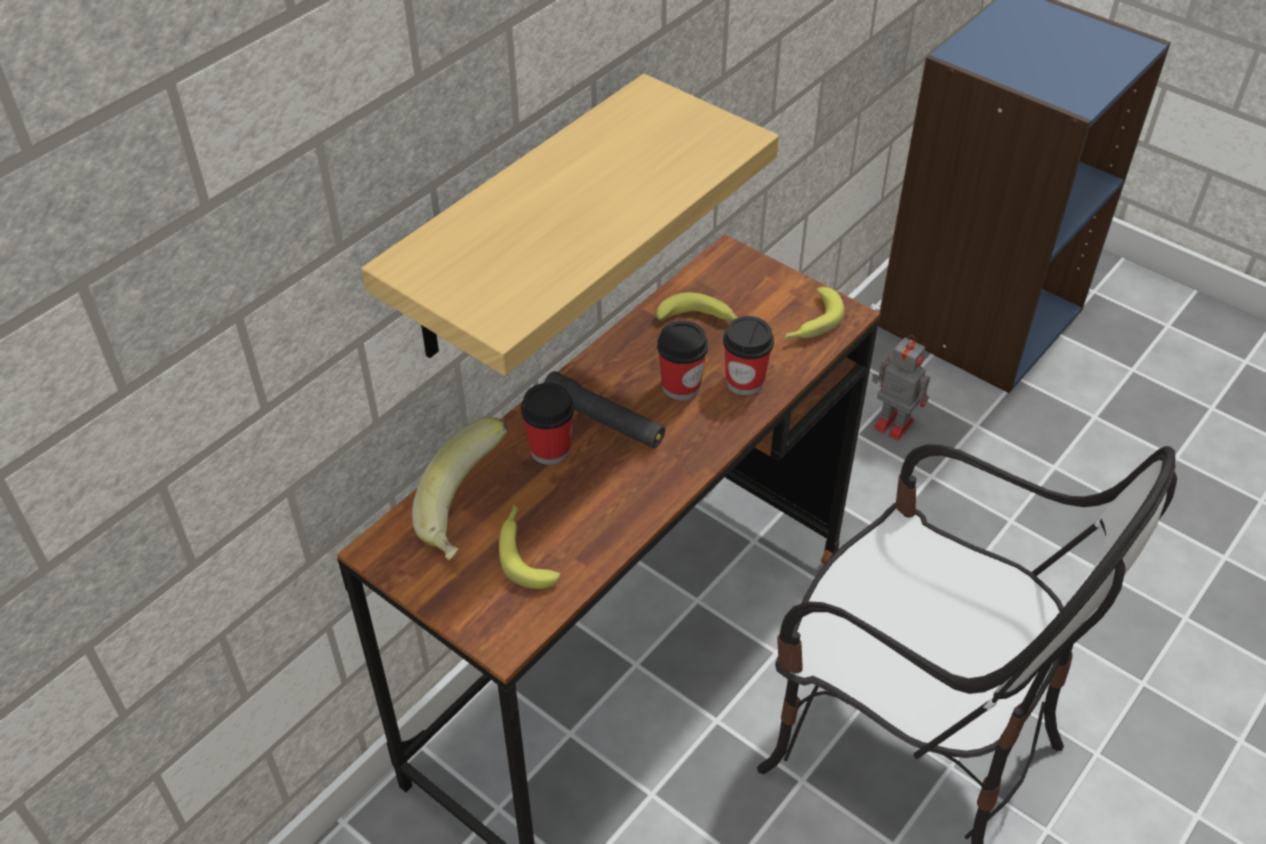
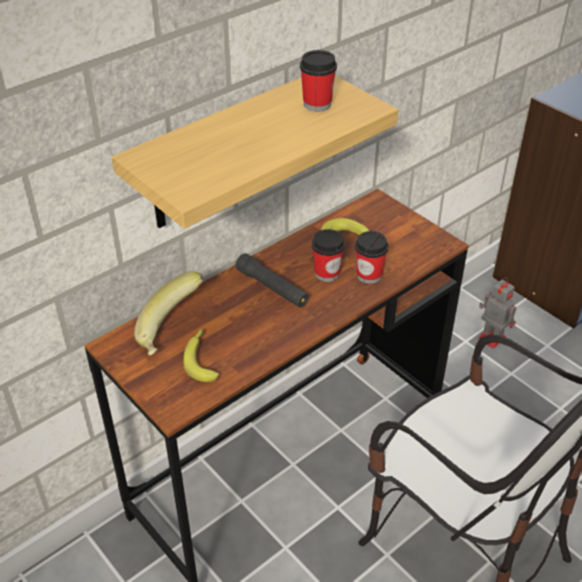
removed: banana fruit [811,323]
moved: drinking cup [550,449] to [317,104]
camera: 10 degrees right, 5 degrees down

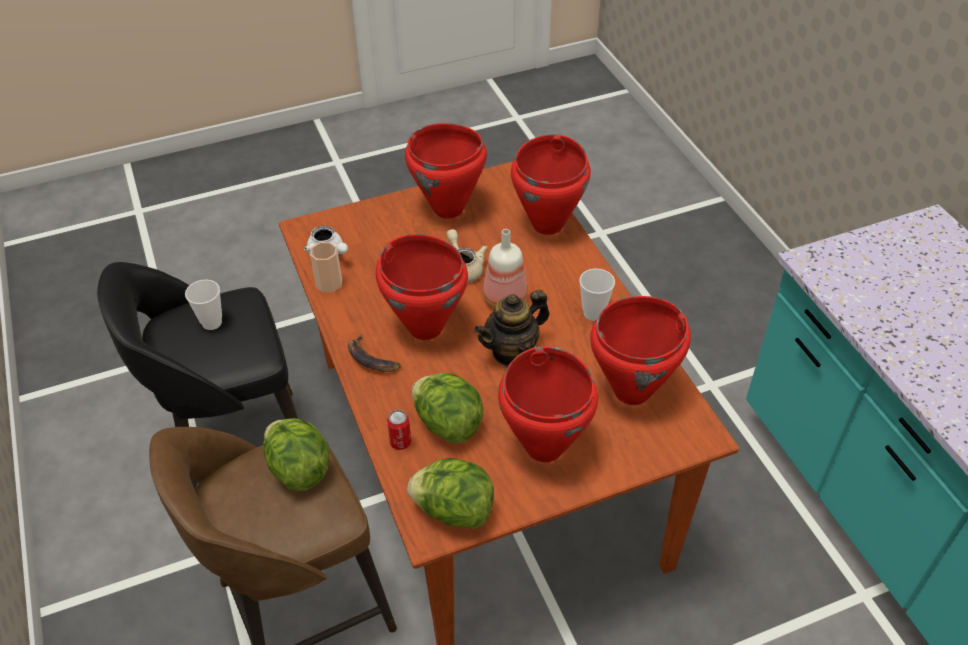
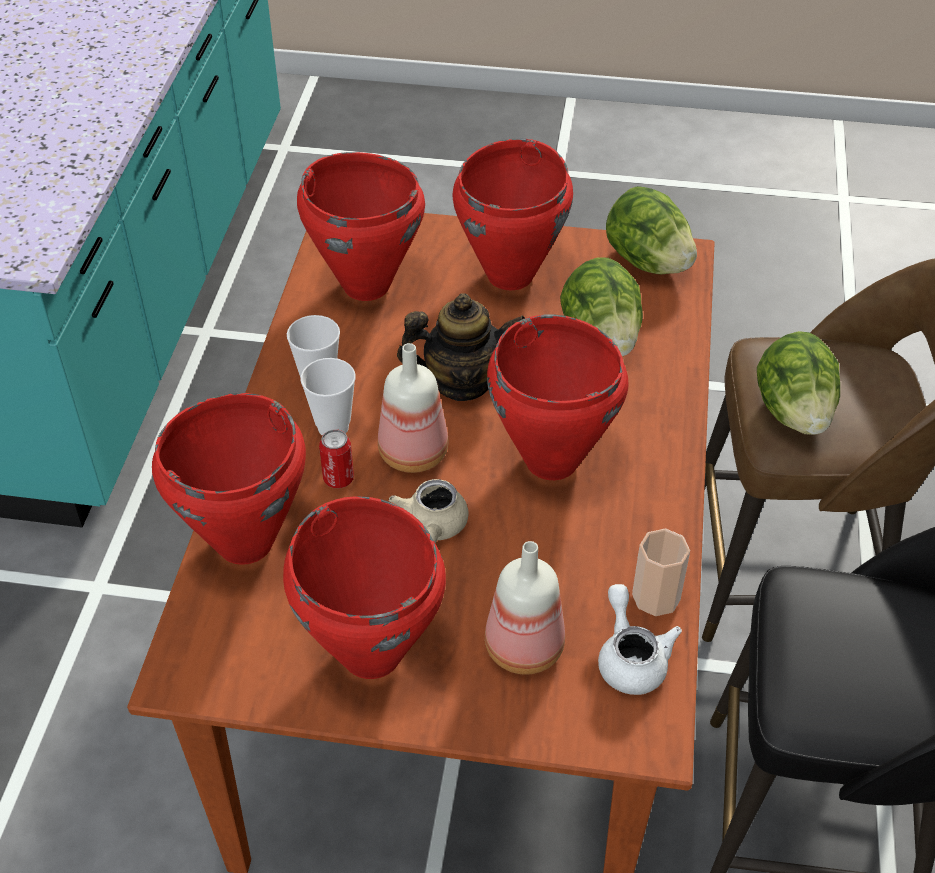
removed: banana fruit [371,359]
added: beverage bottle [521,647]
moved: drinking cup [212,322] to [333,427]; metal can [400,442] to [338,479]
camera: 150 degrees left, 0 degrees up

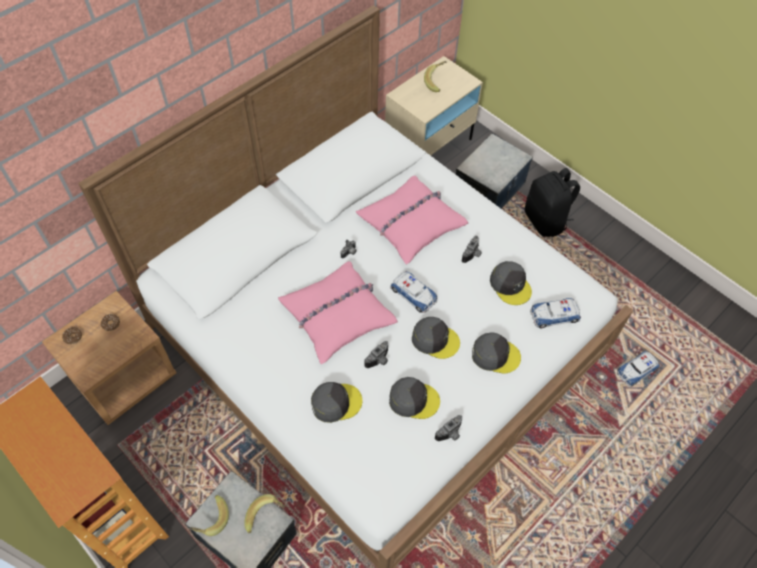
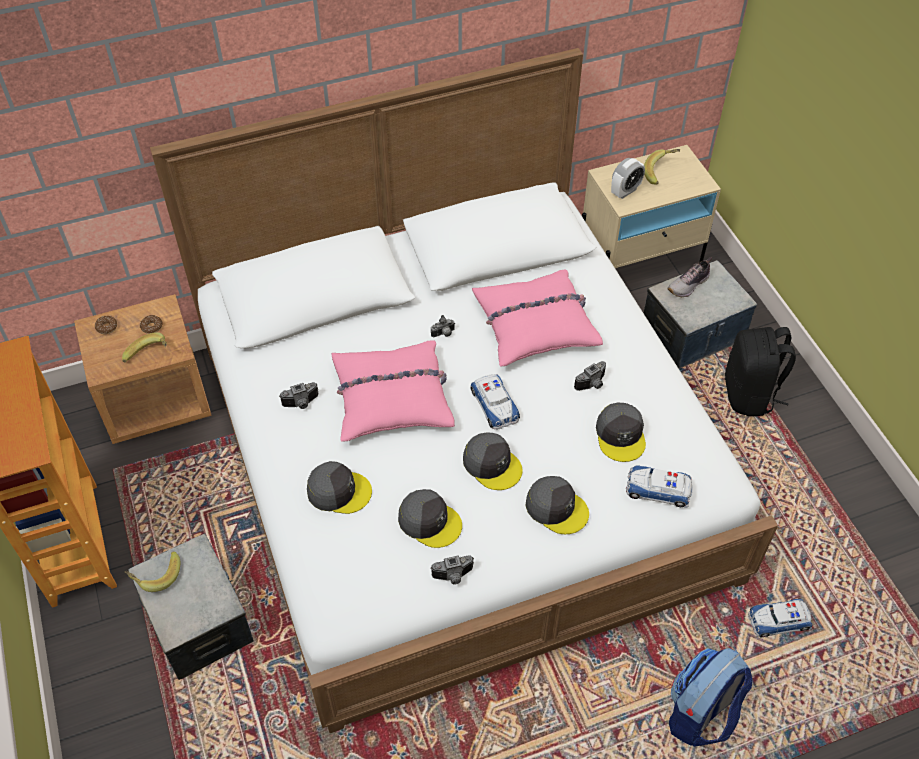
added: bedside clock [625,191]; item of footwear [689,285]; rucksack [700,714]
moved: still camera [379,360] to [301,404]; banana fruit [266,516] to [149,356]
camera: 25 degrees right, 5 degrees down

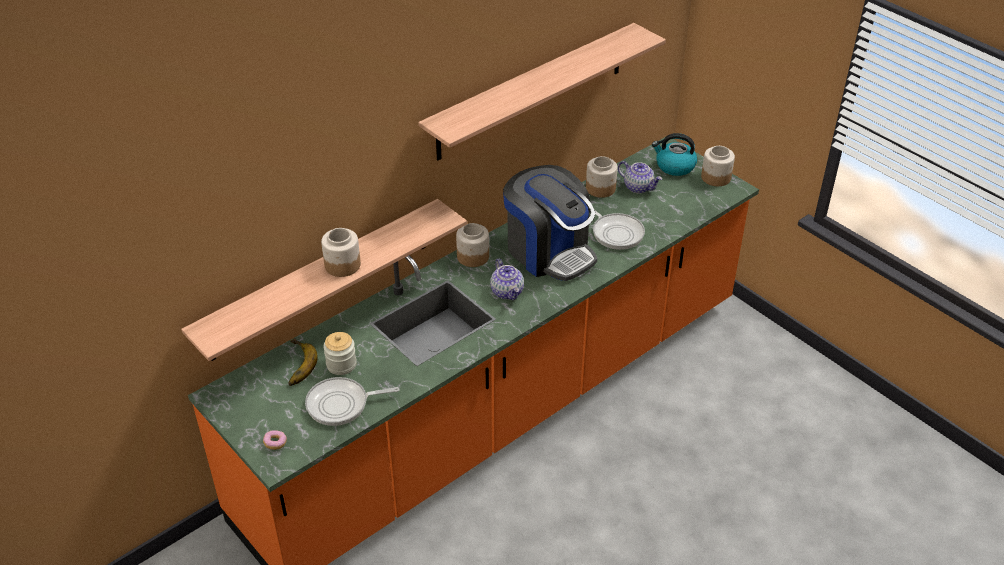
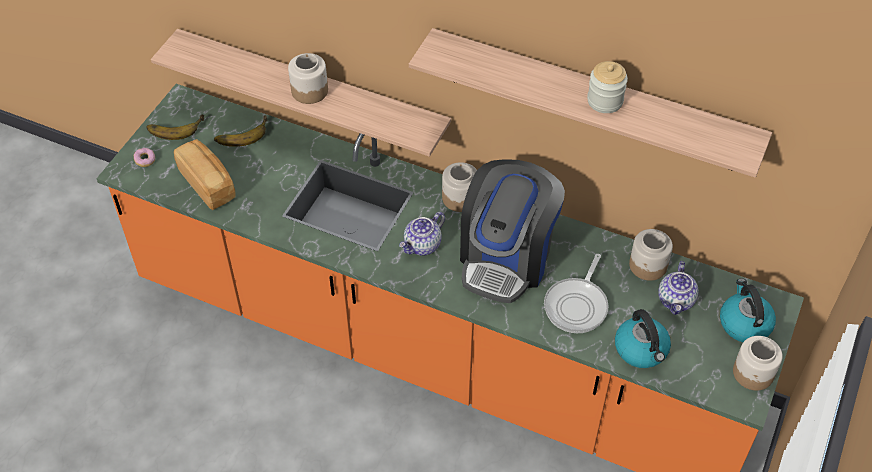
added: banana fruit [175,127]; tea kettle [641,350]
moved: preserve jar [341,364] to [605,101]
replaced: skillet [341,404] to baked bread [208,184]
camera: 65 degrees right, 10 degrees up

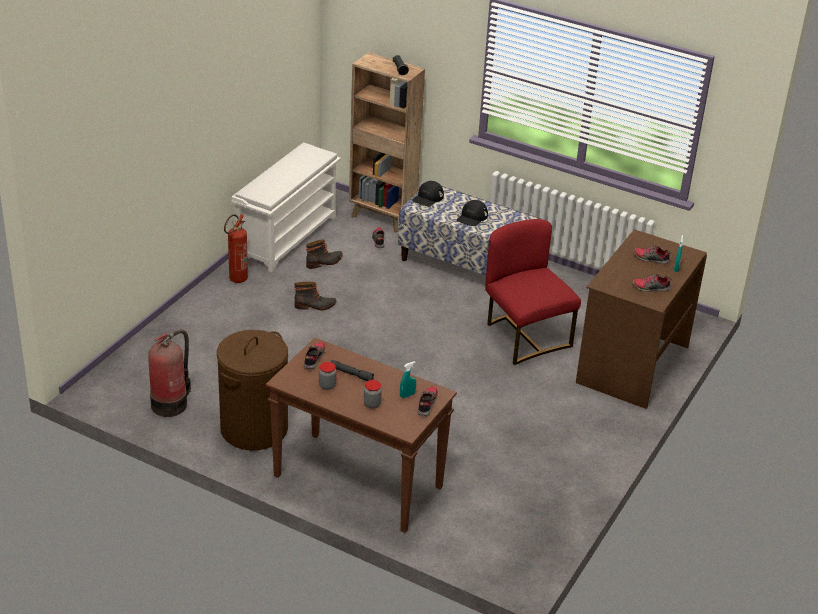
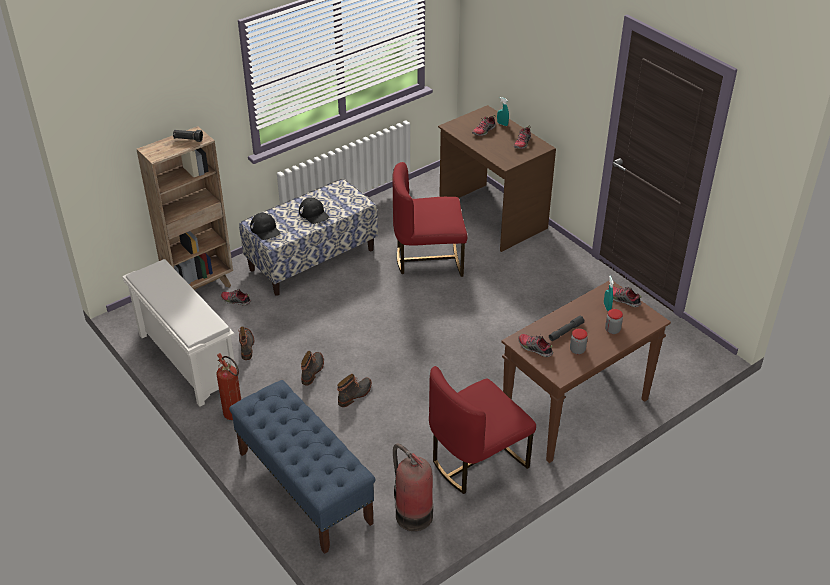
added: boot [355,394]; bluish bench [304,487]
replaced: brown-coloured laundry basket [254,428] to red upright chair [476,460]
camera: 65 degrees left, 5 degrees up

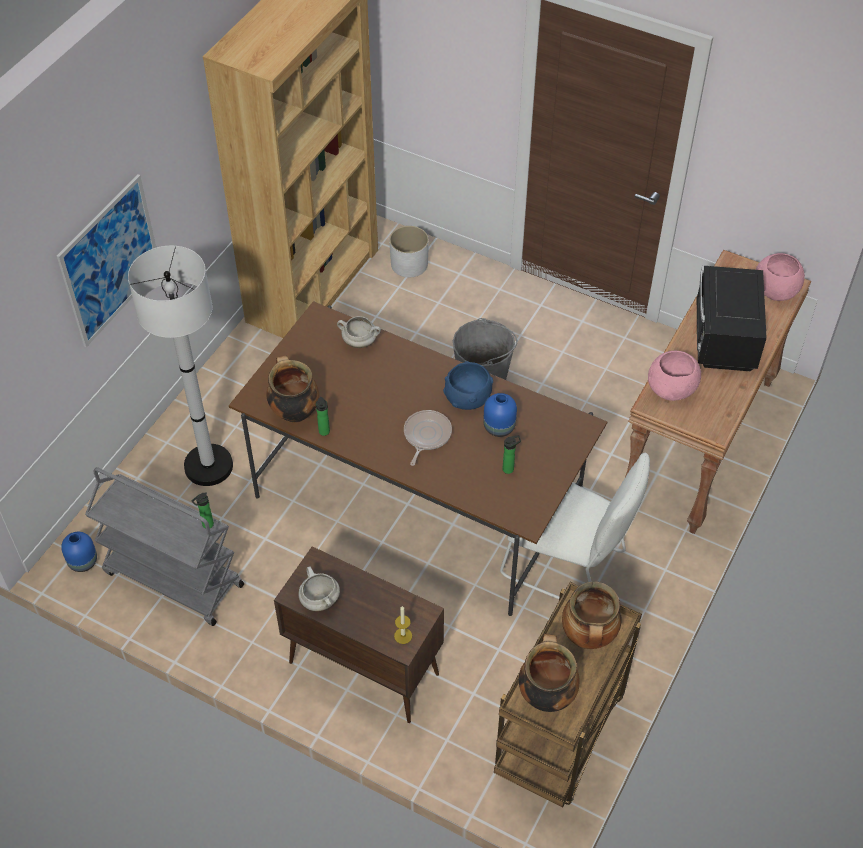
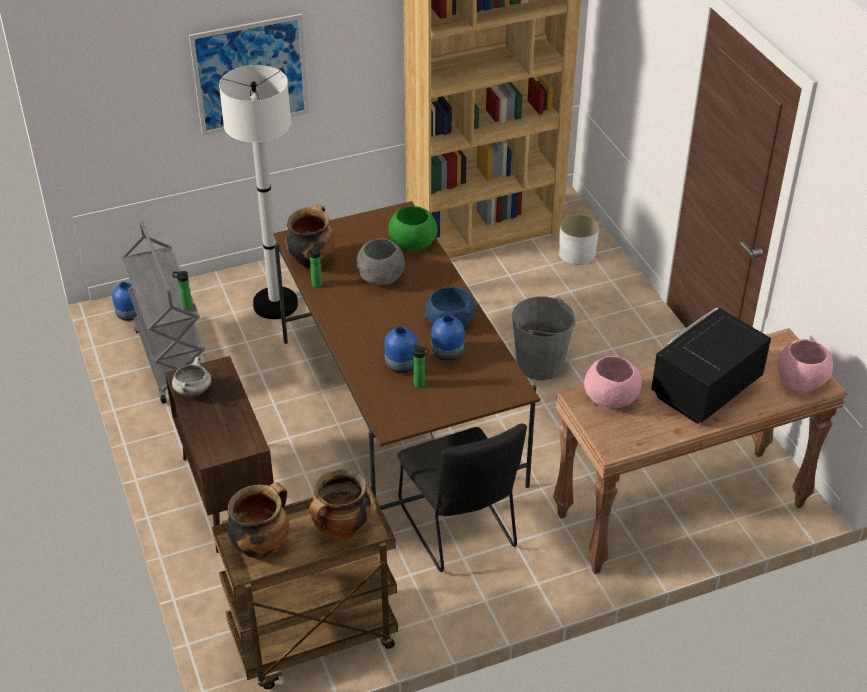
removed: skillet [426,435]; candle [403,636]
added: greyish serving bowl [381,277]; bluish decorative vase [401,364]
replaced: white saucepot [360,341] to greenish serving bowl [413,243]
recoloured: white upright chair [568,566] to blackish upright chair [459,529]
camera: 40 degrees right, 10 degrees down

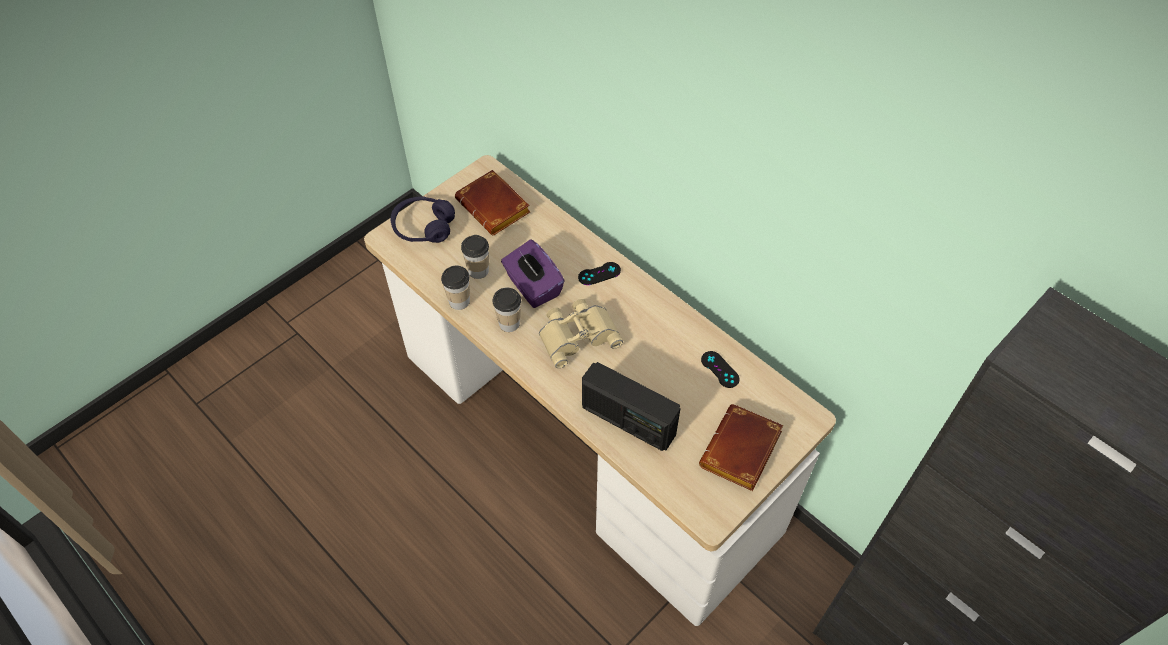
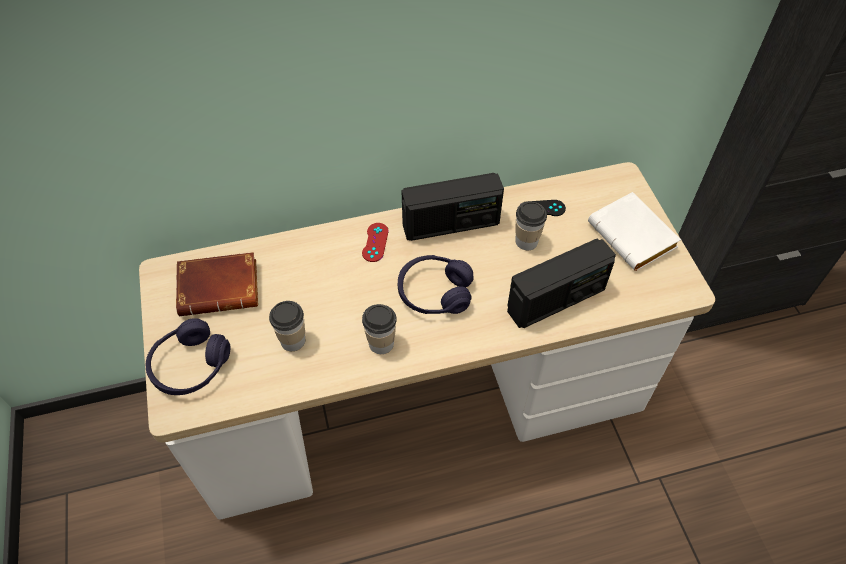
removed: purple box of tissues [533,287]
added: radio receiver [451,224]
moved: drinking cup [459,301] to [526,241]
replaced: beige pair of binoculars [577,334] to purple headphones [434,293]
recoloured: blackish game controller [599,274] to red game controller [375,242]; brown-coloured book [741,453] to white book [634,237]
camera: 60 degrees left, 0 degrees up

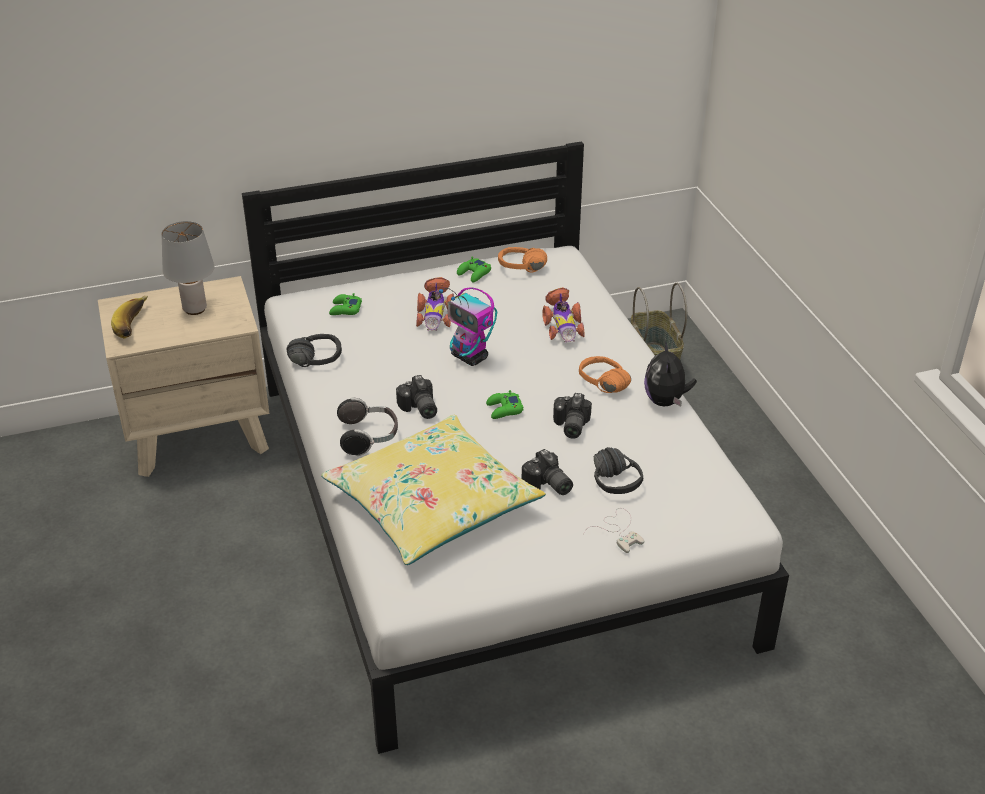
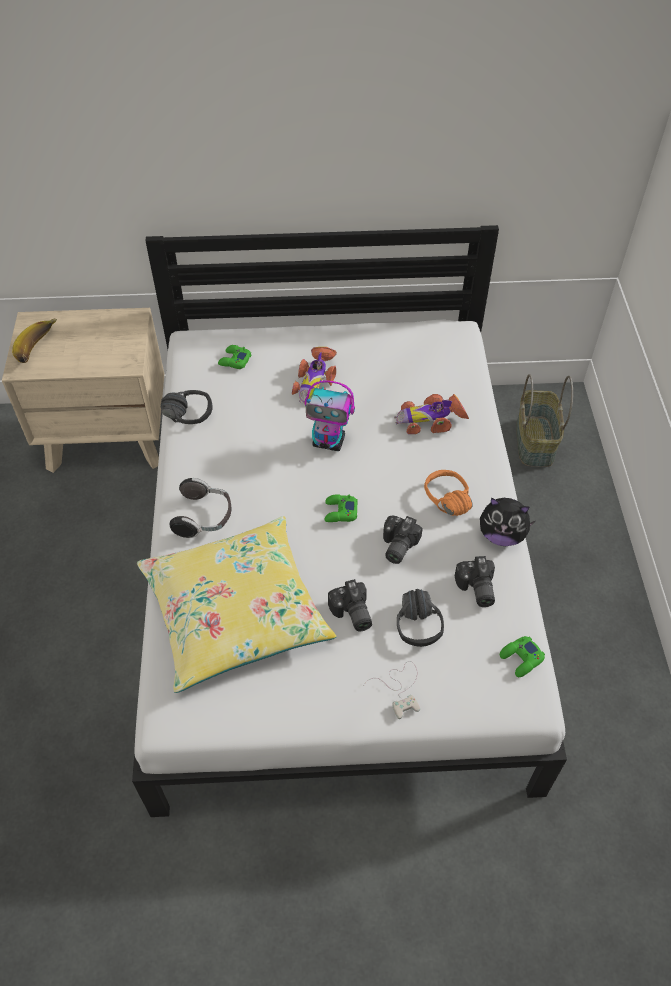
removed: greyish lamp for a table [194,309]; orangey headphones [521,271]
moved: greenish game controller [474,273] to [521,659]; still camera [418,409] to [475,589]
turned: robot figure [470,357] = [329,442] 45 degrees counterclockwise; model car [562,324] = [430,420] 75 degrees clockwise; cuddly toy [666,401] = [501,535] 90 degrees counterclockwise
camera: 15 degrees right, 15 degrees up

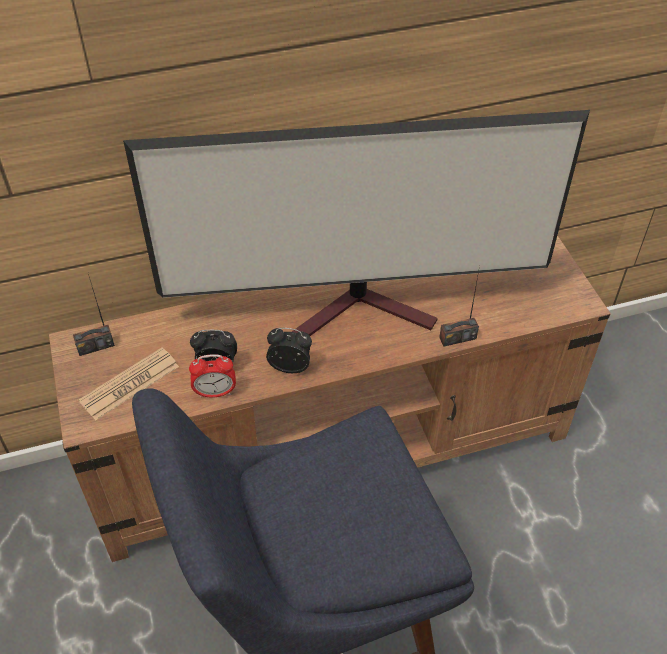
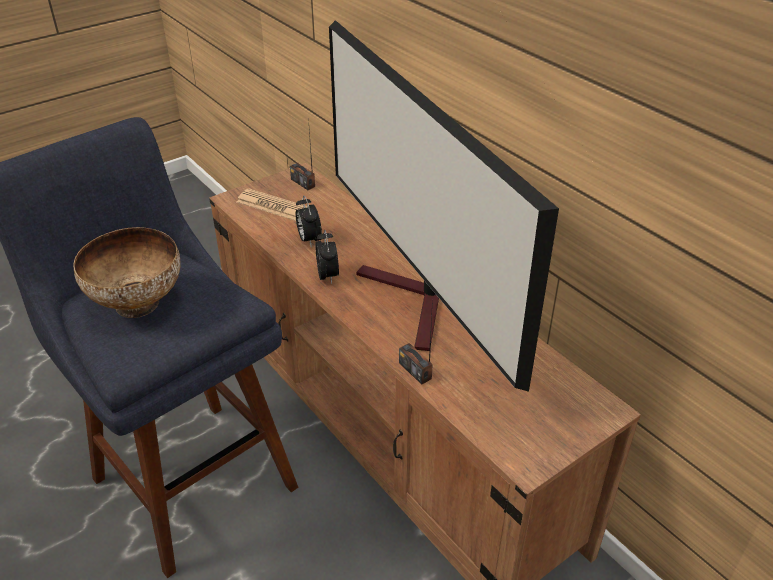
removed: bedside clock [215,392]
added: serving bowl [139,304]
camera: 70 degrees right, 10 degrees down

